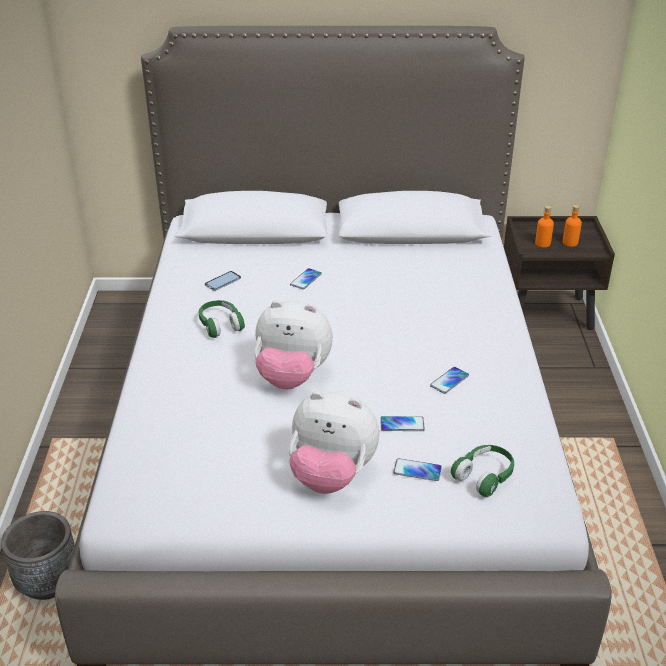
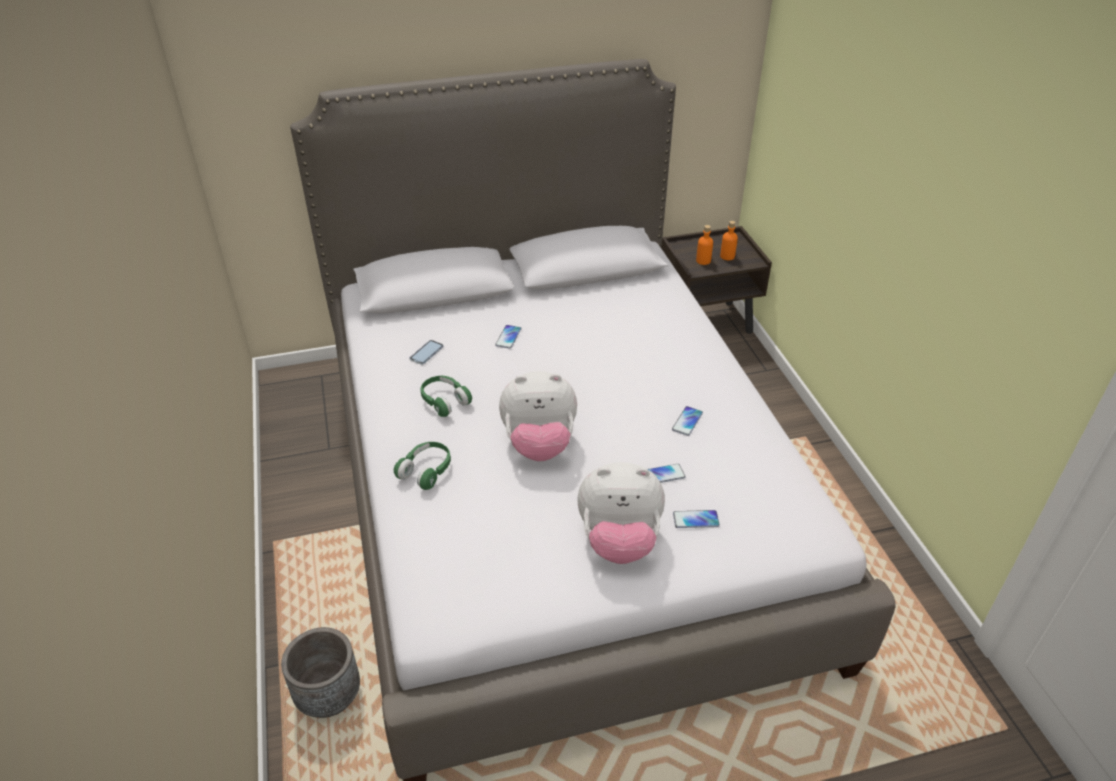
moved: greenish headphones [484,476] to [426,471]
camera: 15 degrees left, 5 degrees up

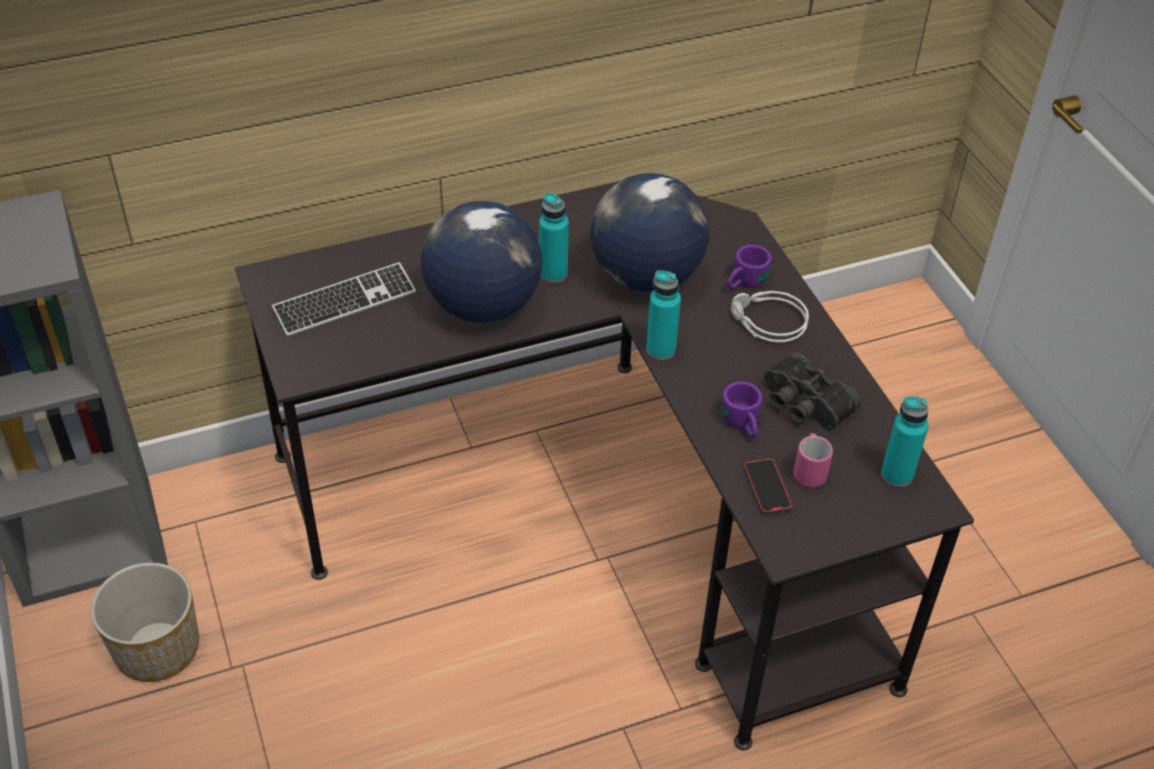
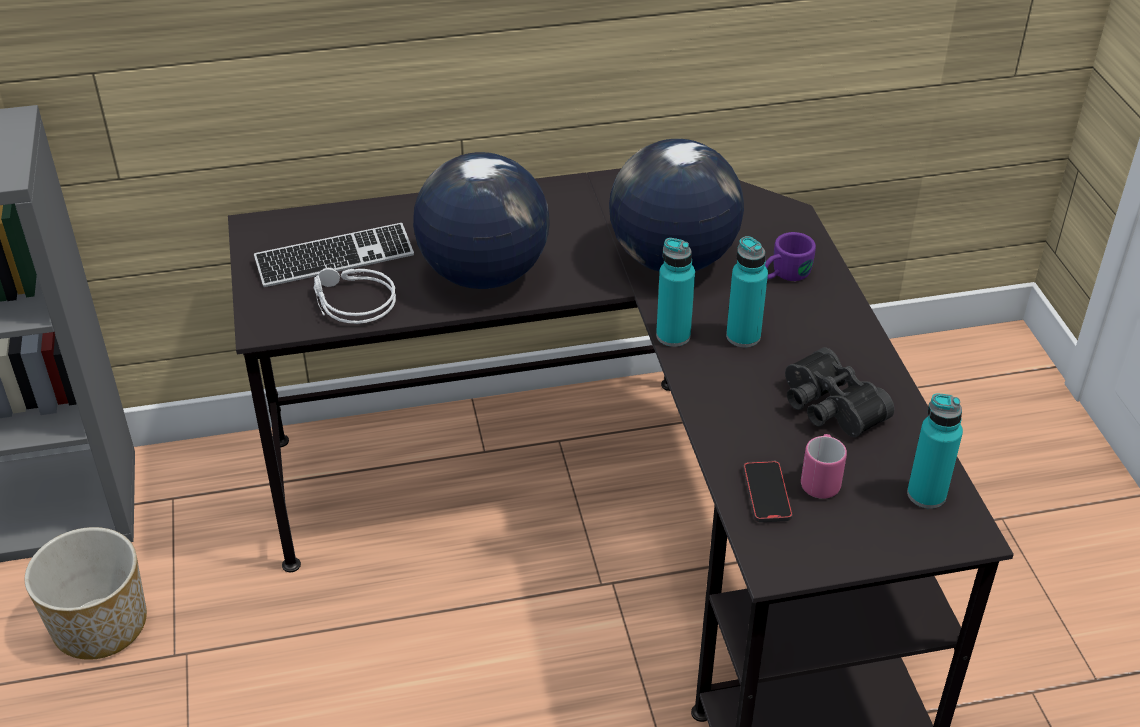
removed: purple coffee mug [743,425]
moved: turquoise-coloured beverage bottle [553,273] to [743,336]; greyish headphones [767,322] to [351,303]
camera: 10 degrees right, 5 degrees down

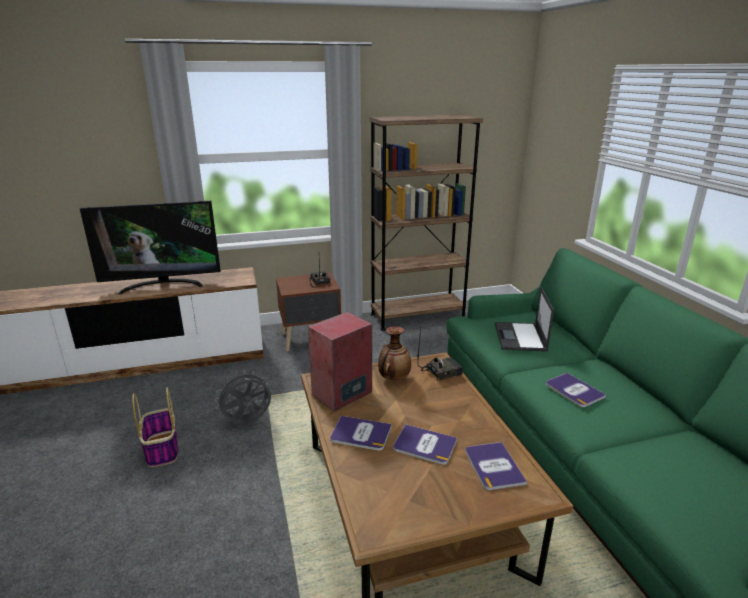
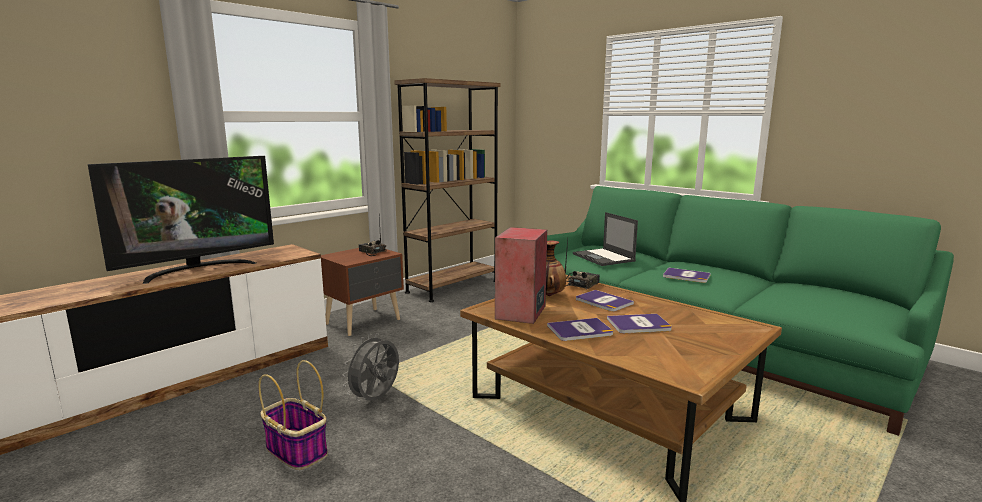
moved: book [493,466] to [603,301]
camera: 30 degrees left, 10 degrees down

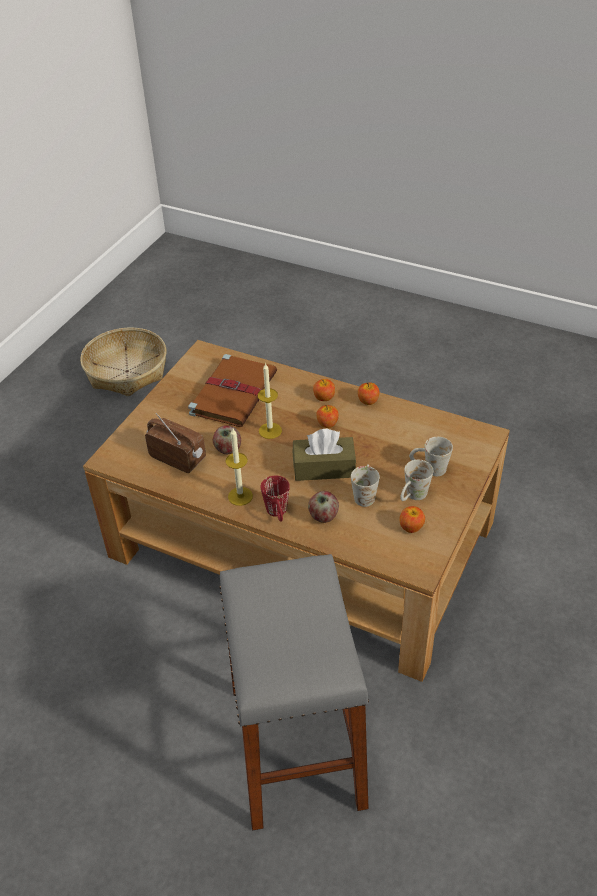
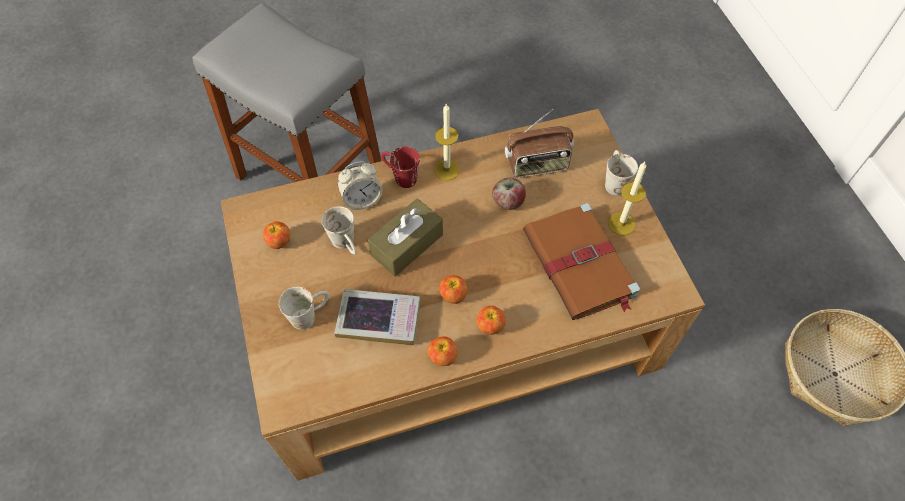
added: book [379,319]
moved: candle [270,430] to [621,224]; white coffee mug [412,497] to [614,181]
replaced: apple fruit [323,516] to bedside clock [362,200]
camera: 135 degrees right, 15 degrees up

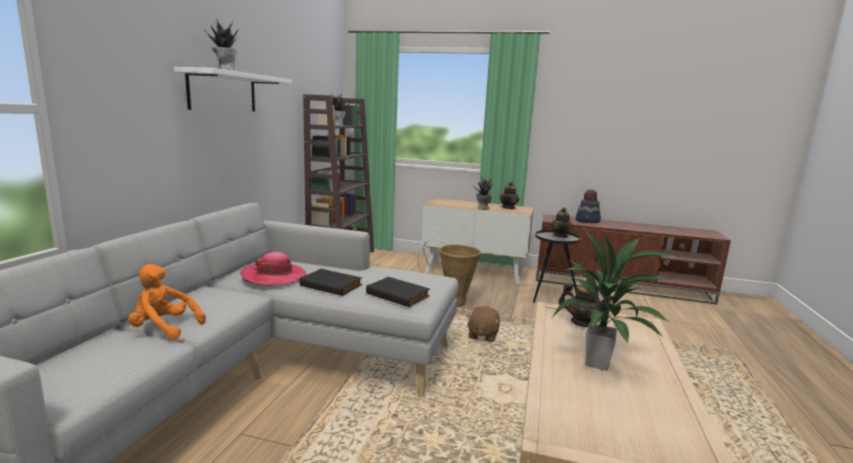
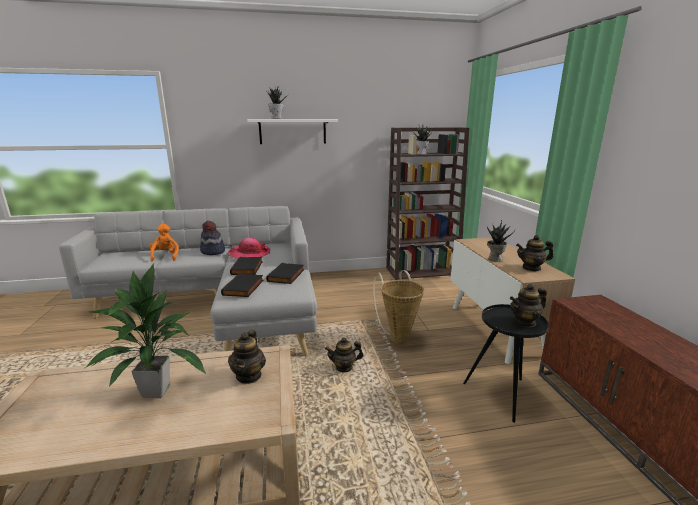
added: blackish book [287,276]
moved: clothing hat [588,221] to [212,252]
replaced: brown-coloured cuddly toy [482,335] to tea pot [344,368]
camera: 65 degrees right, 5 degrees up

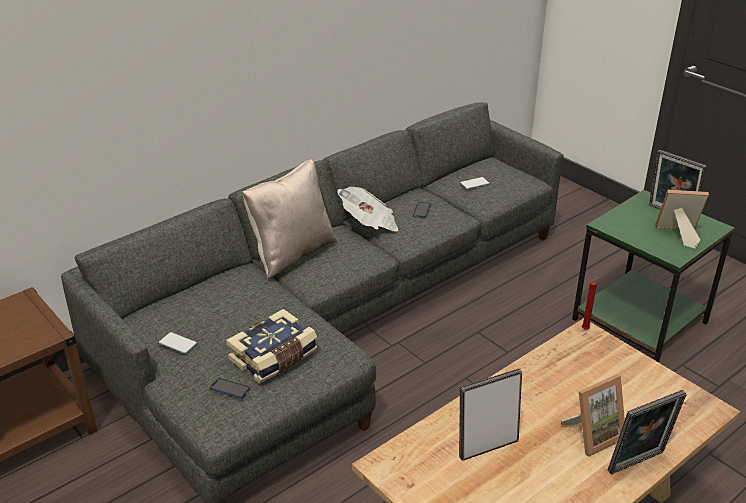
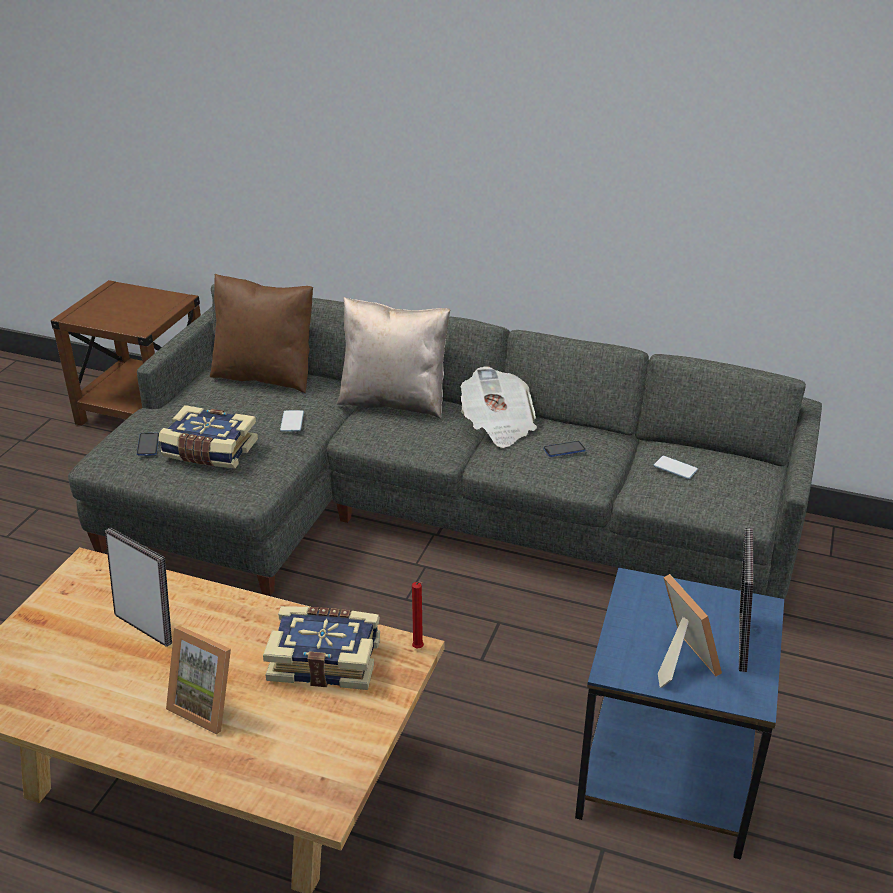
removed: standing frame [638,464]
added: brown-coloured throw pillow [265,376]; book [325,659]
moved: telephone [178,343] to [292,422]
recoloured: greenish end table [641,320] to bluish end table [669,776]
camera: 60 degrees right, 0 degrees up

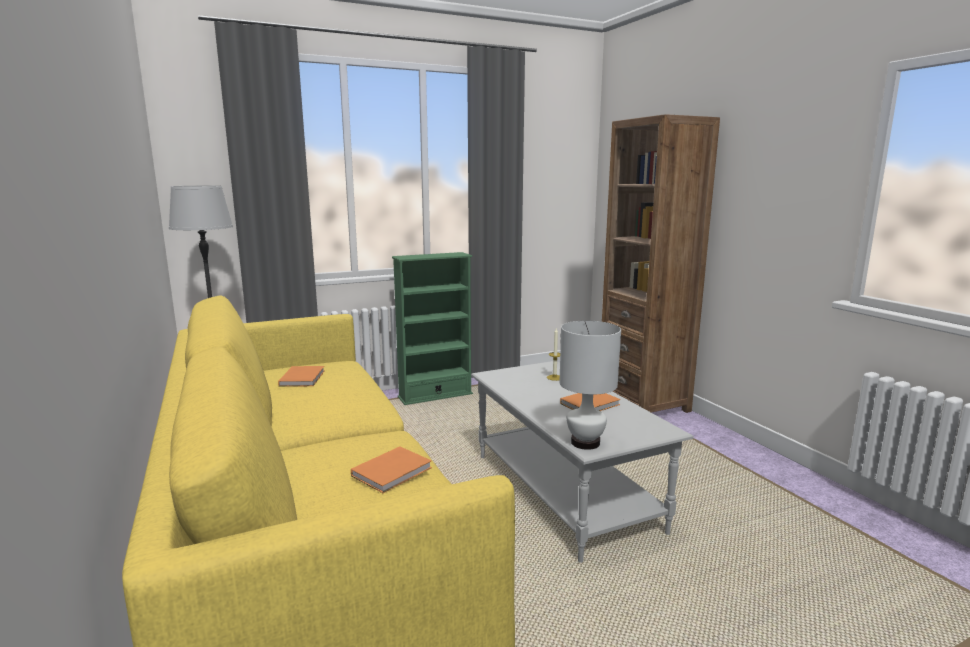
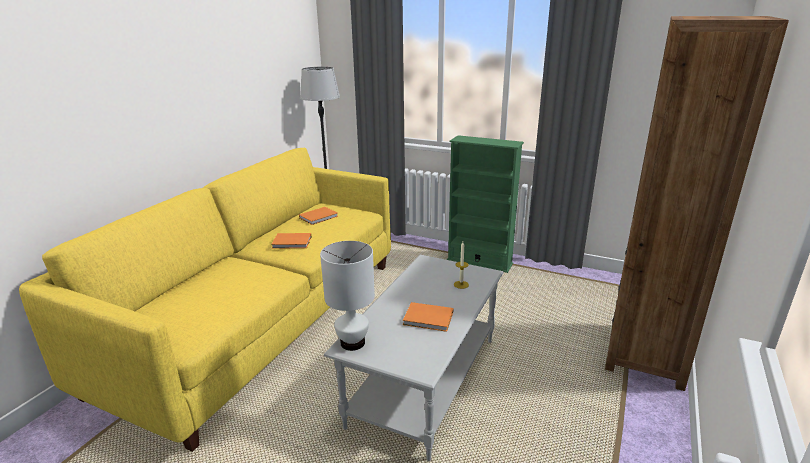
moved: orangey book [394,471] to [293,242]
camera: 50 degrees right, 10 degrees up

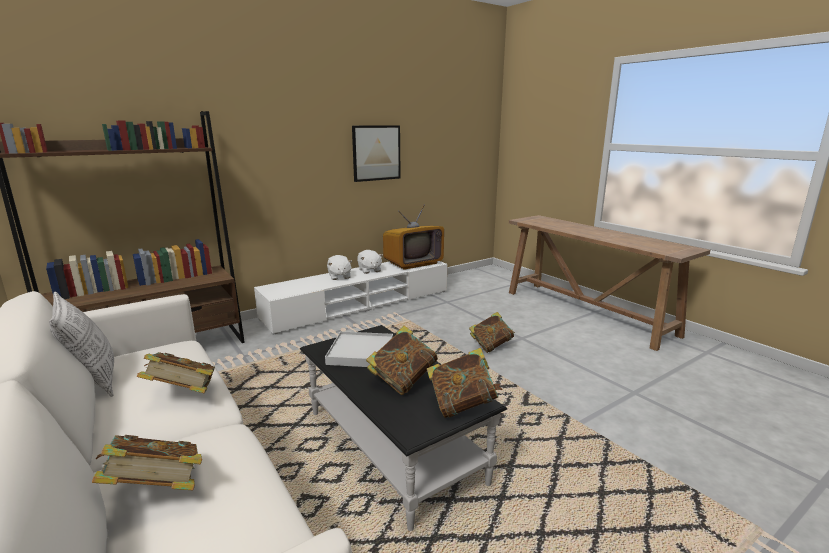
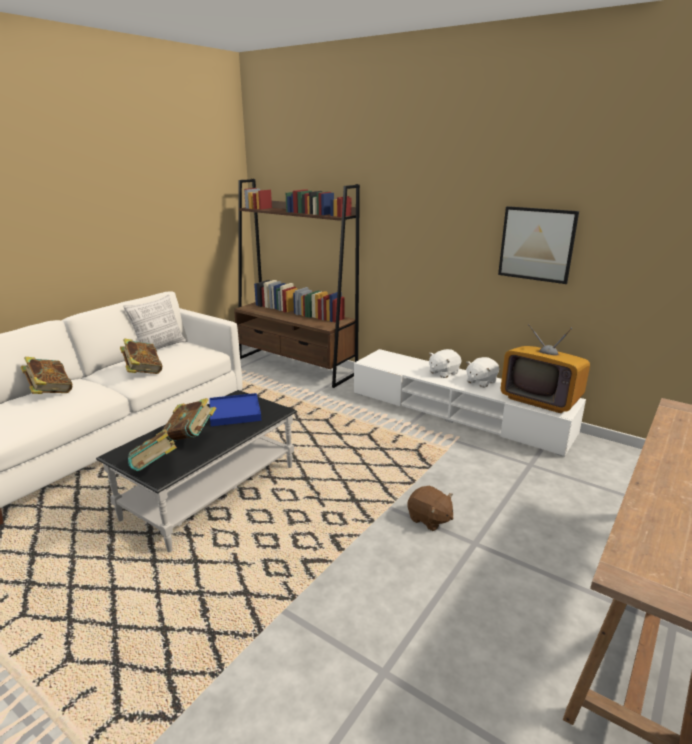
replaced: book [491,346] to brown-coloured cuddly toy [429,519]
recoloured: white serving tray [360,352] to bluish serving tray [234,412]
camera: 70 degrees right, 5 degrees up

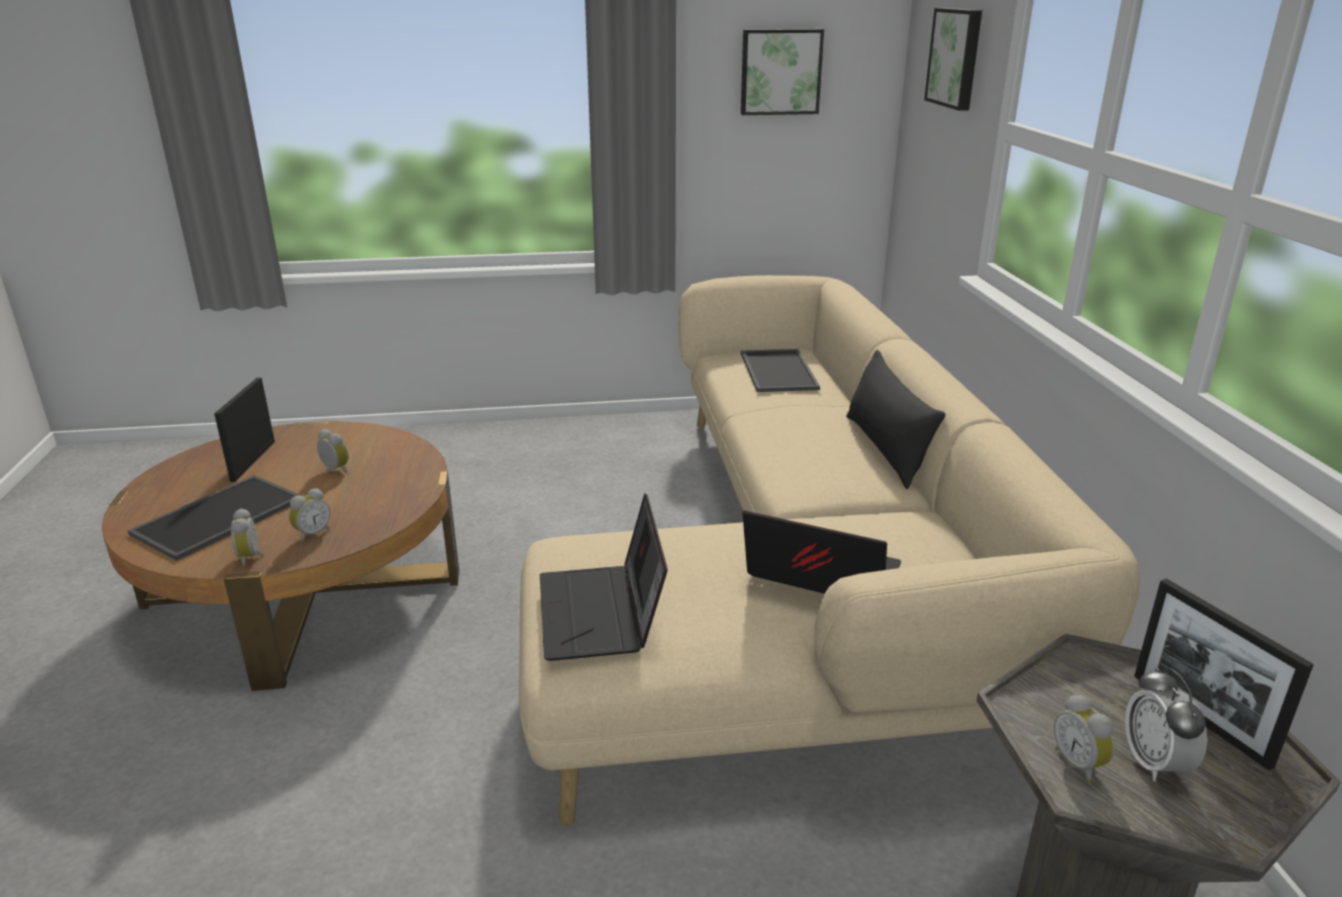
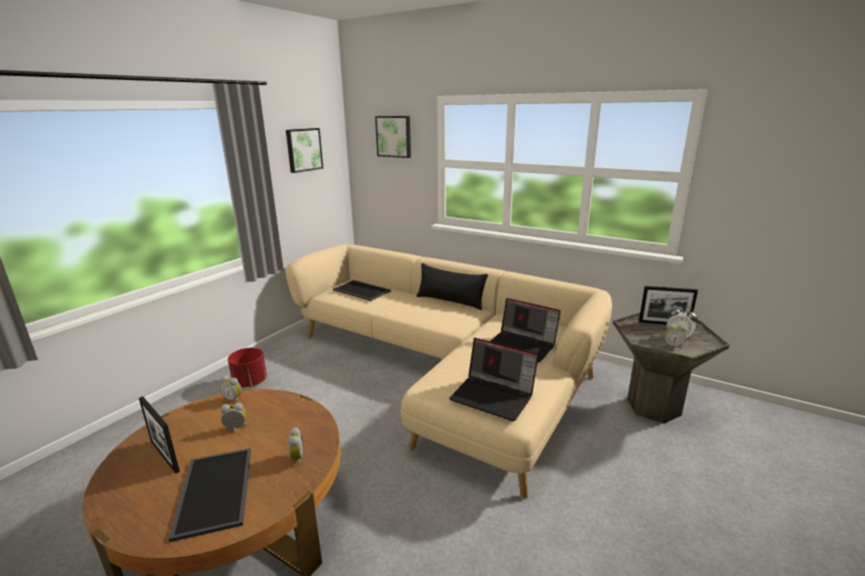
added: red flower pot [250,383]
moved: bedside clock [252,557] to [234,399]
turned: notebook computer [818,577] = [522,345] 120 degrees counterclockwise
camera: 50 degrees left, 5 degrees down

